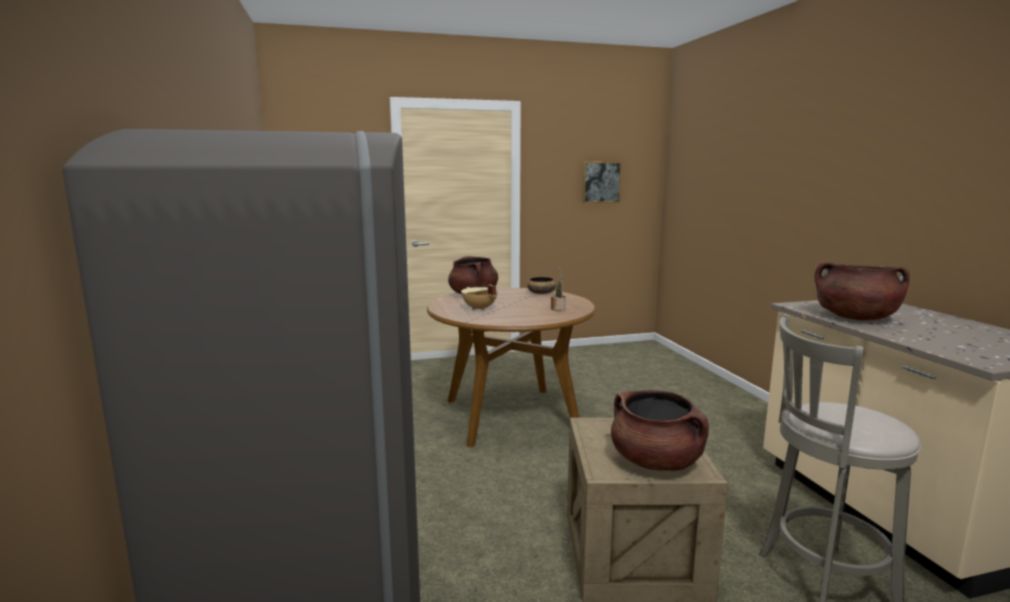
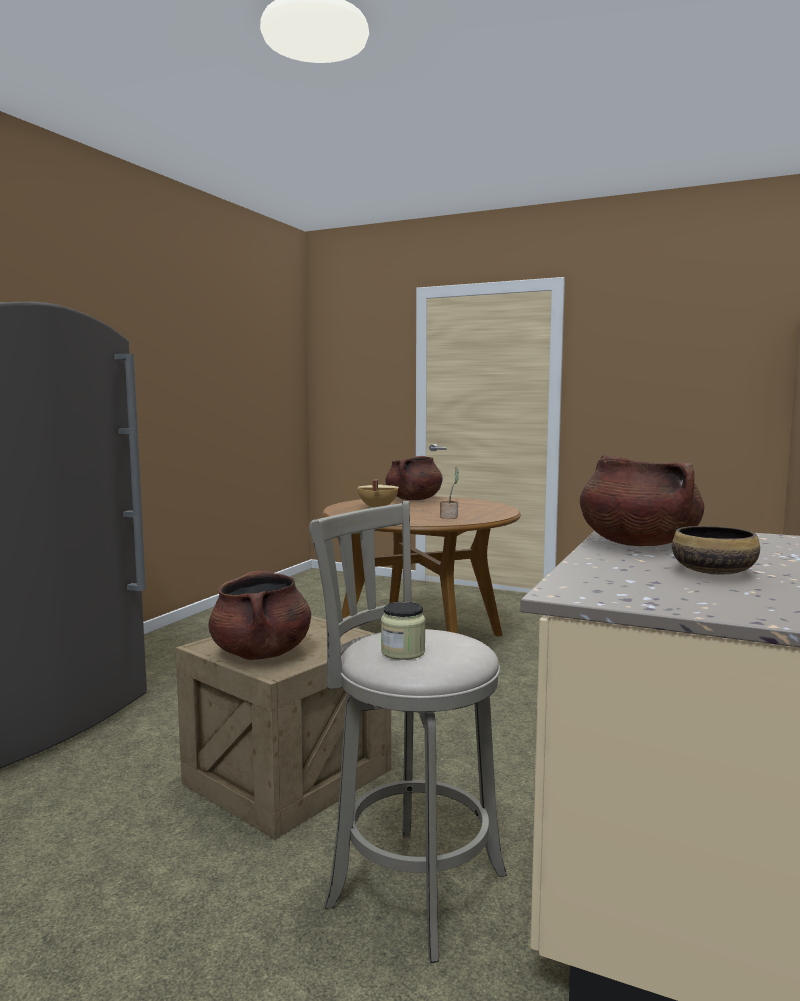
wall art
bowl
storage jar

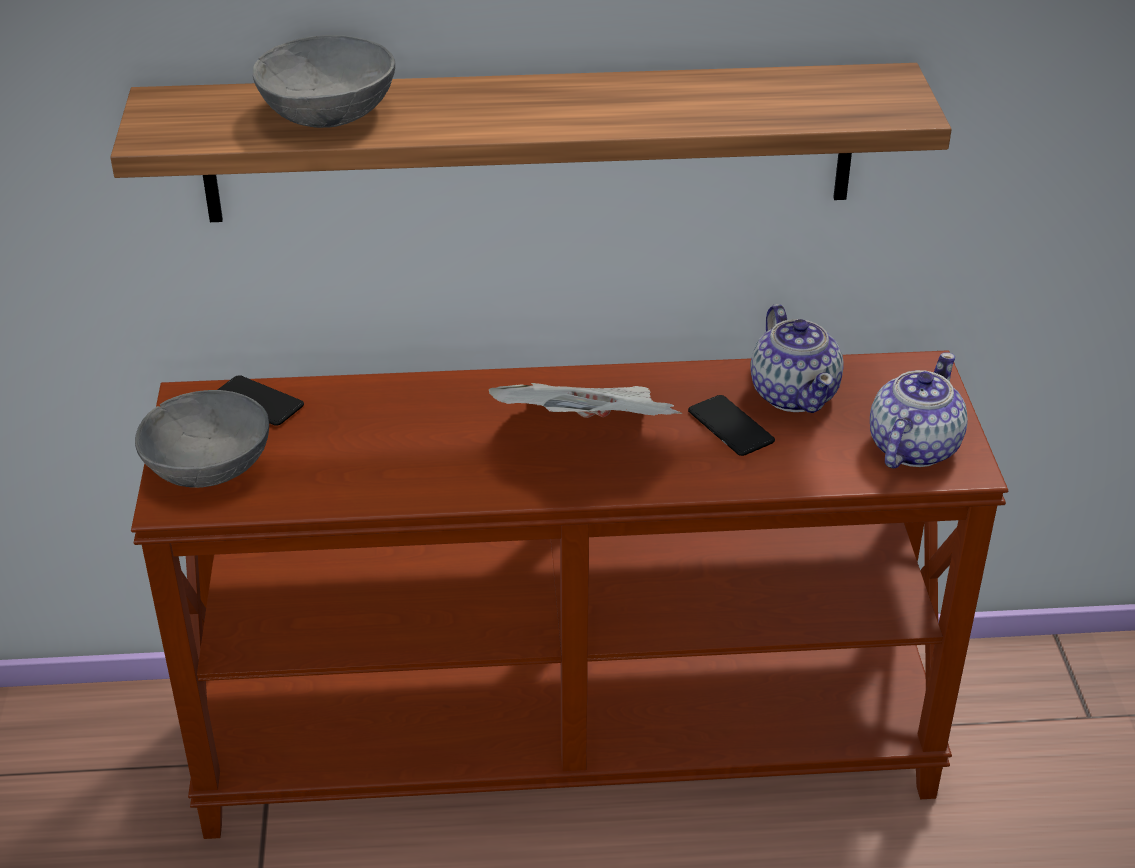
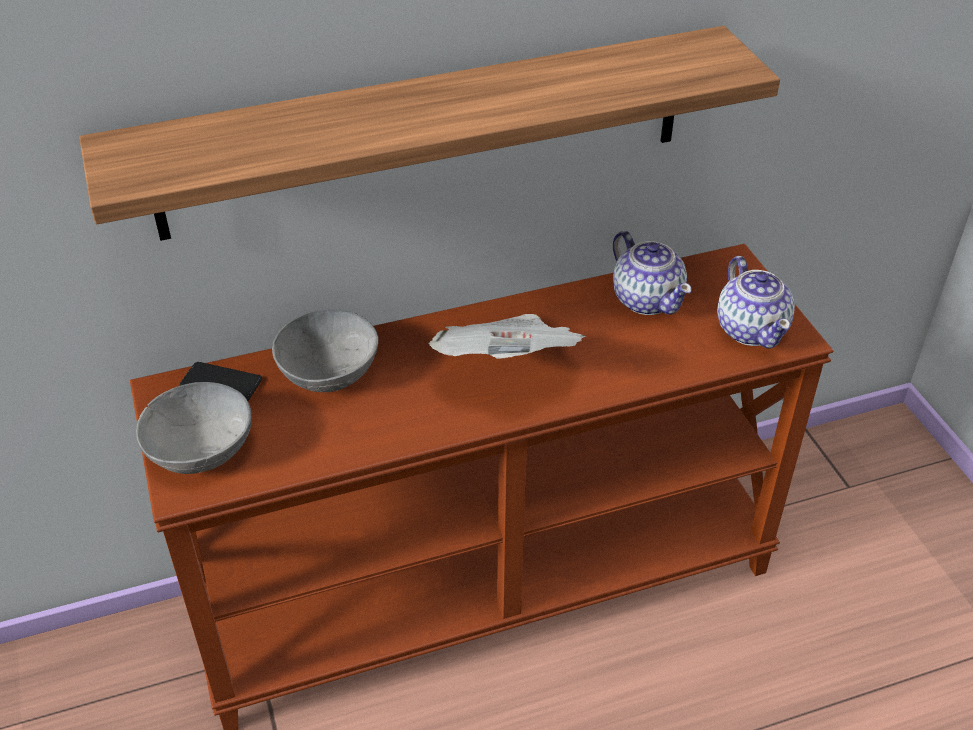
gray bowl (2nd from left)
tea pot (2nd from left)
handset (2nd from left in the first image)

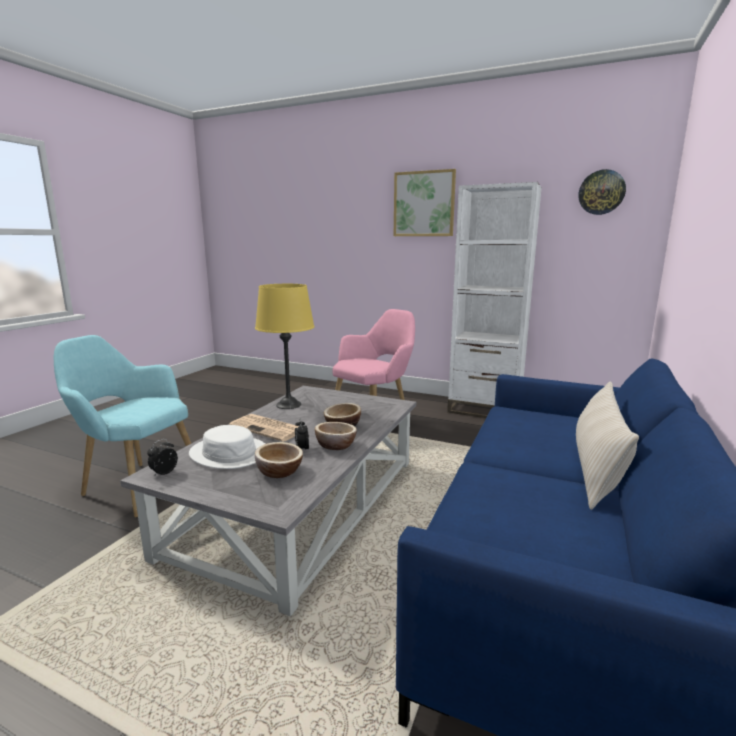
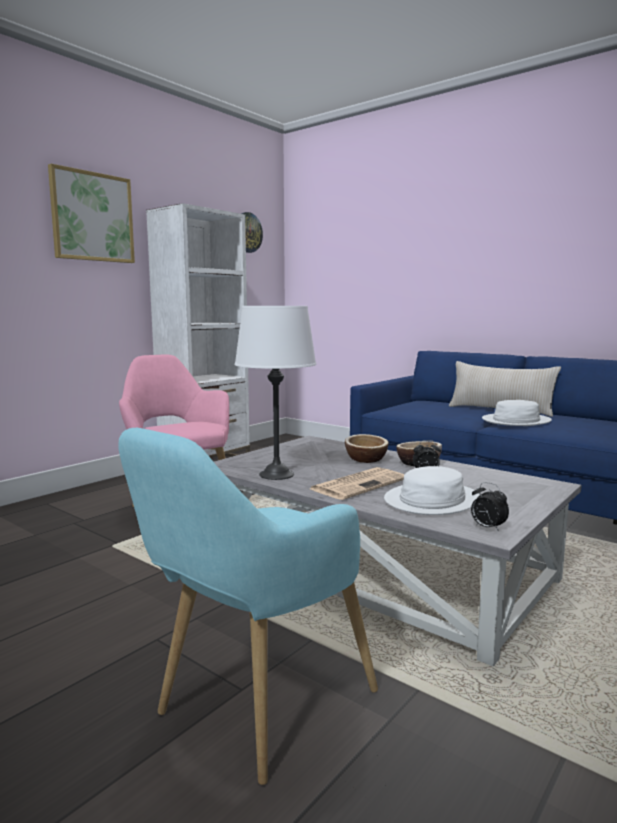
white-coloured table lamp
bowl (1st from left in the first image)
white-coloured clothing hat (2nd from left)

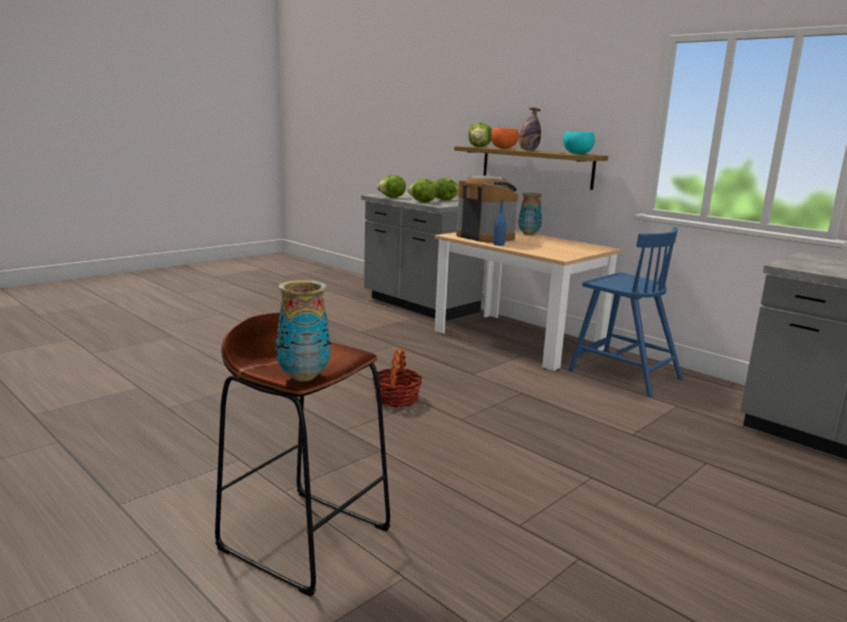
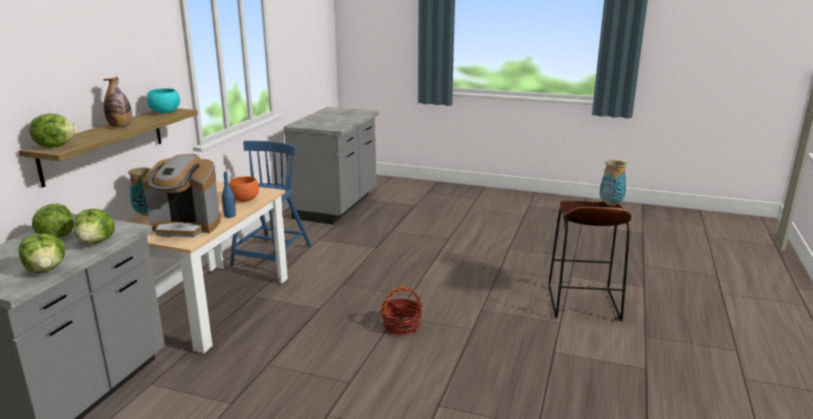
orange bowl
coffee machine

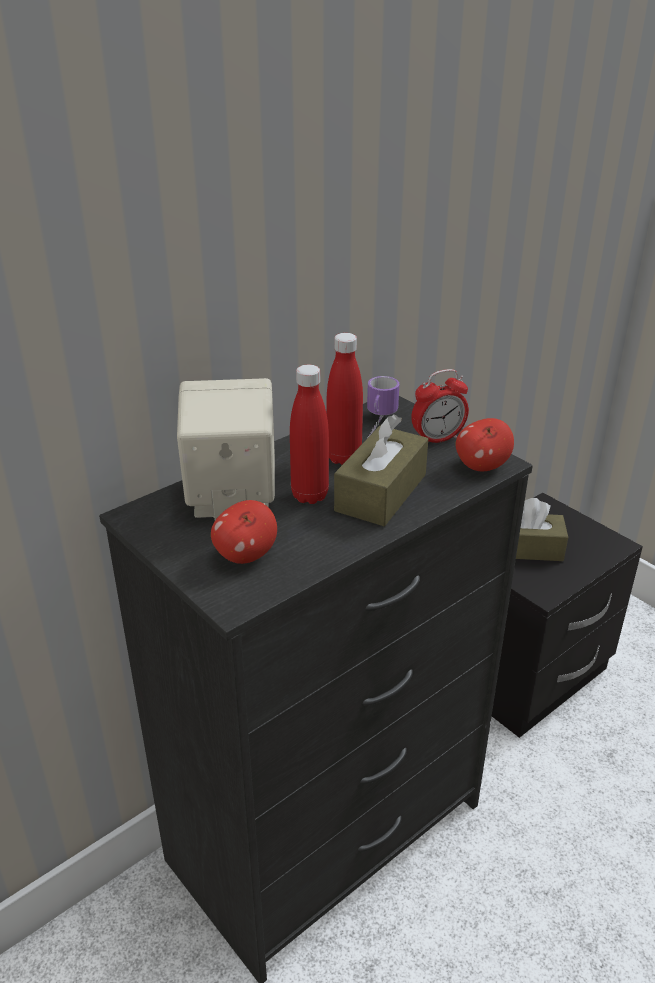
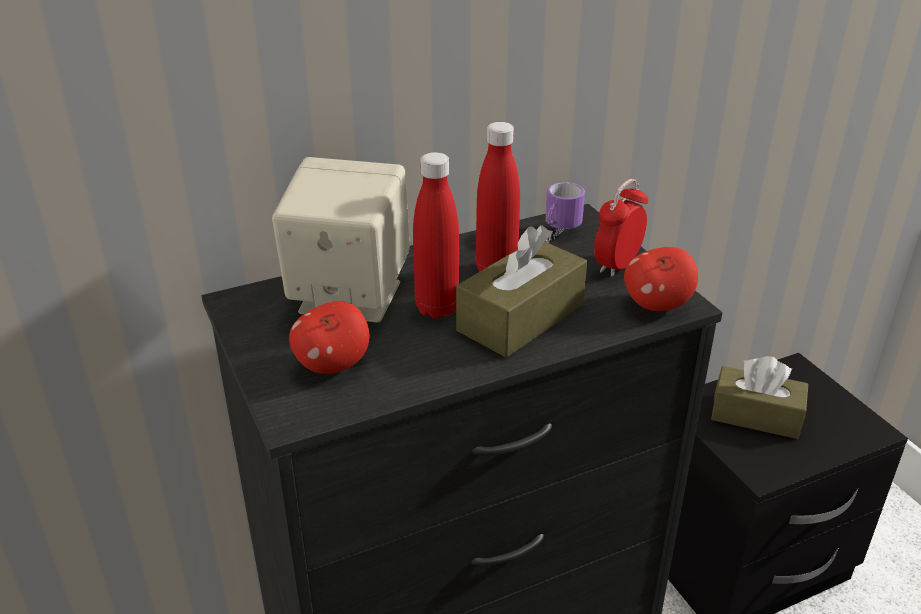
bedside clock

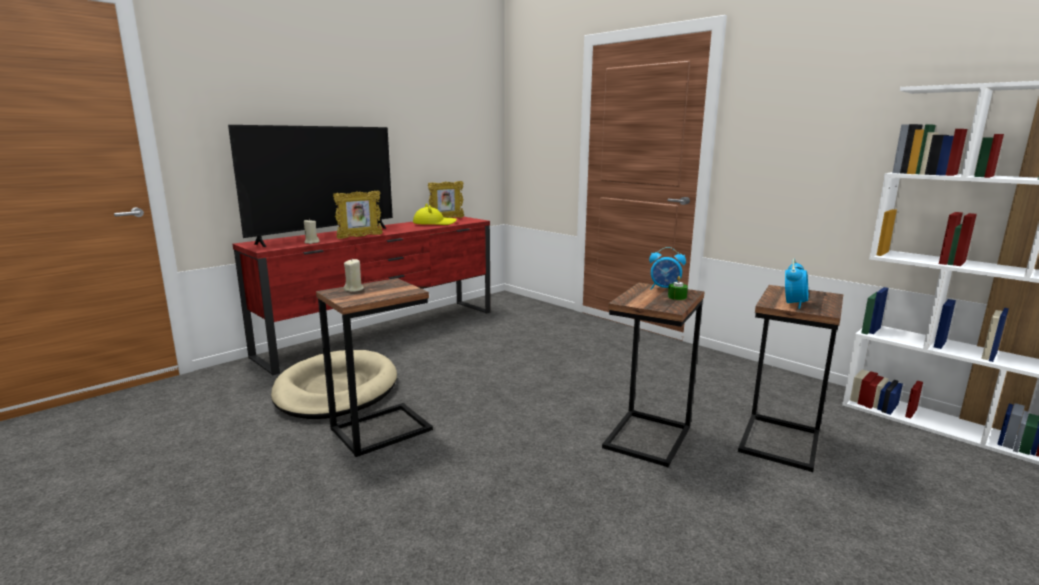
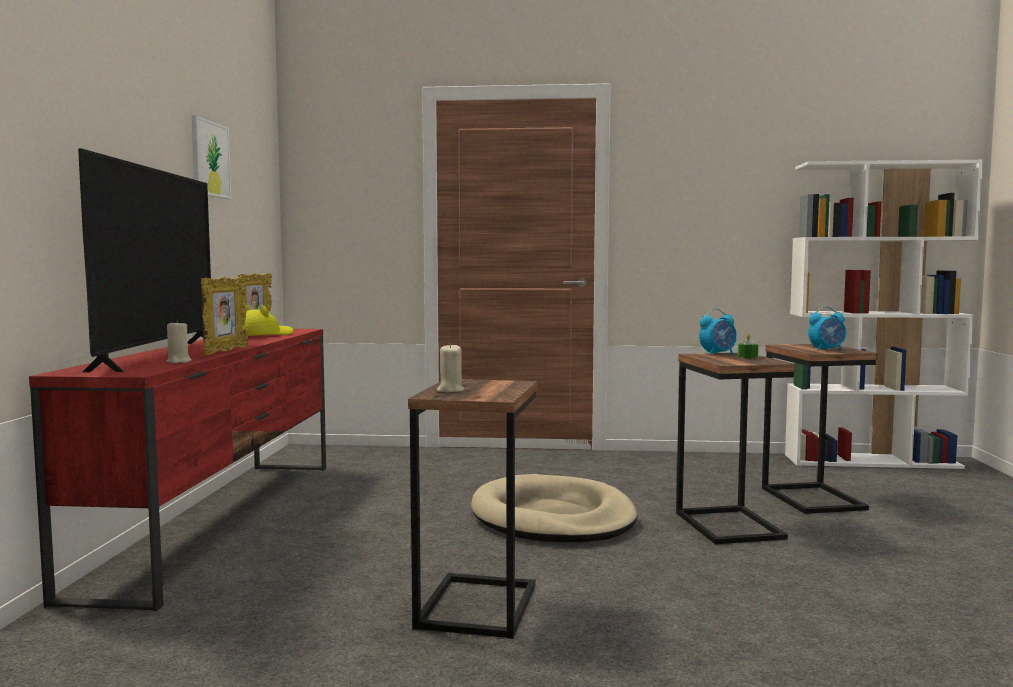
bedside clock (2nd from left)
beige pet bed
wall art

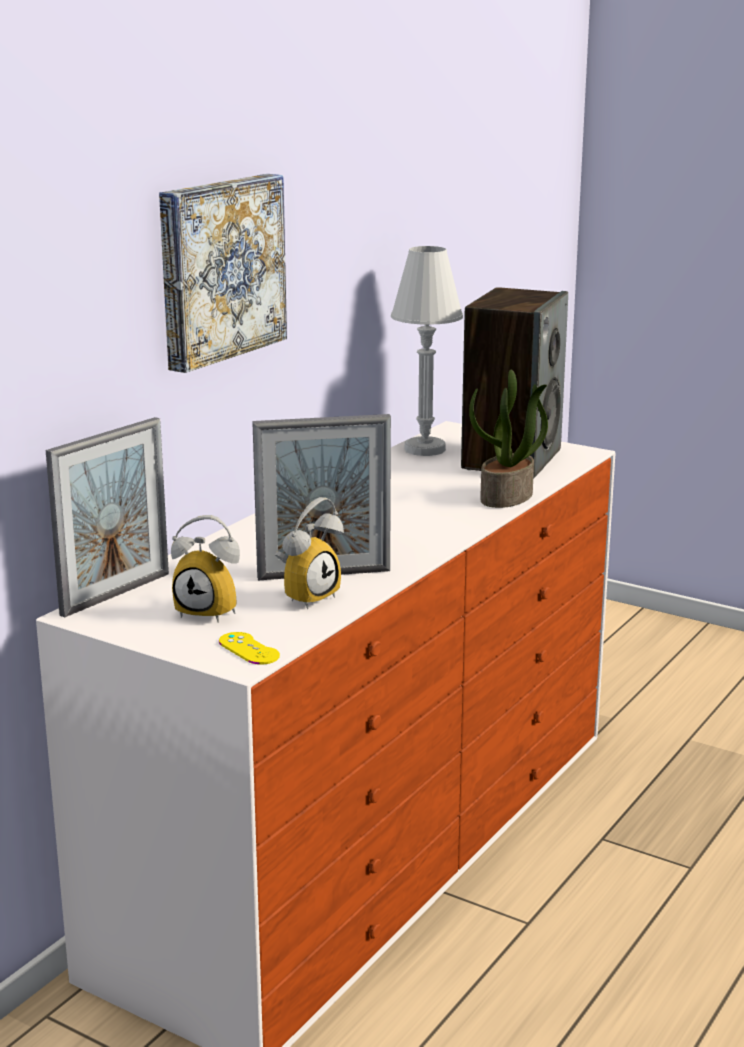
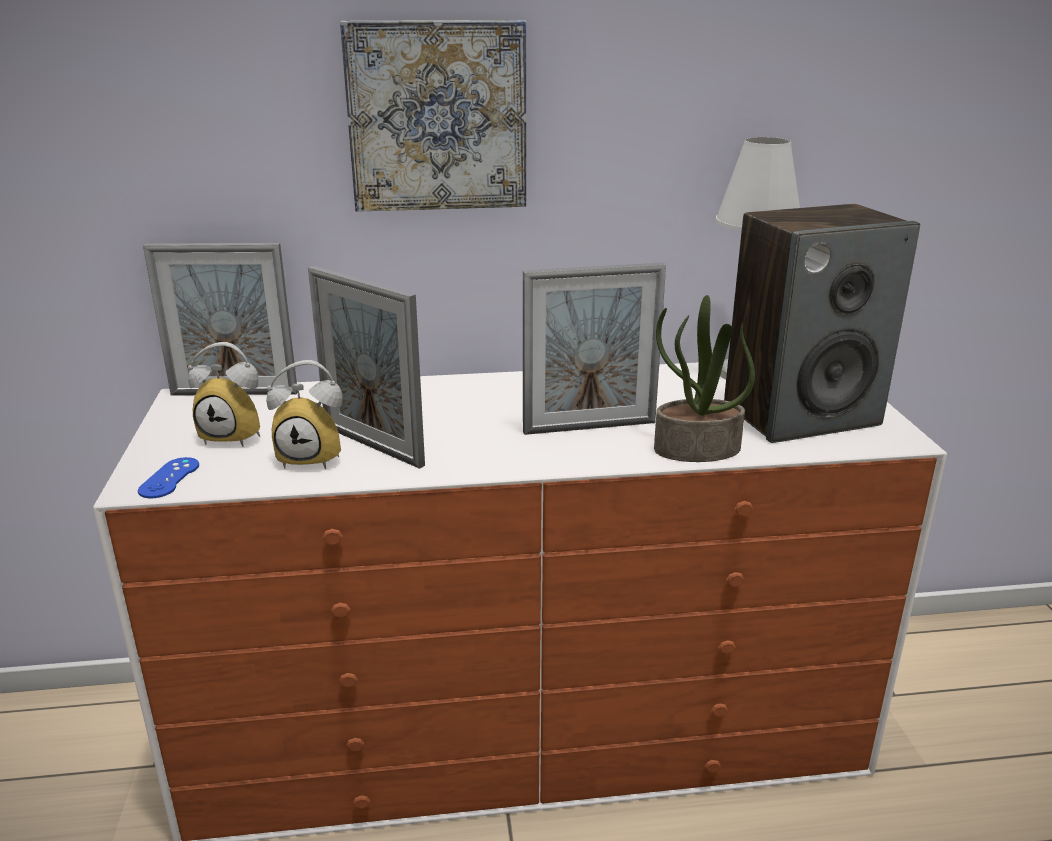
bedside clock (1st from left)
blue-coloured game controller
standing frame (3rd from left)

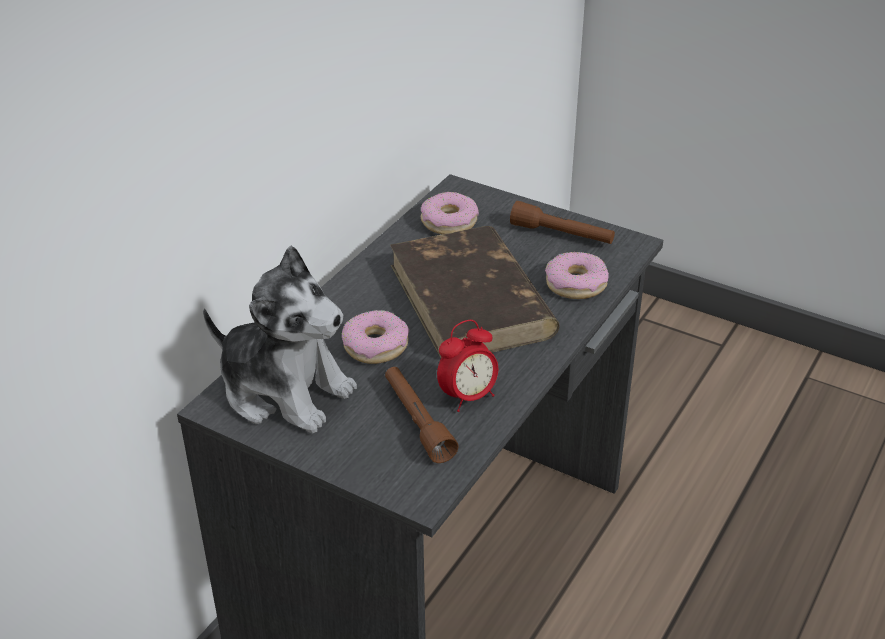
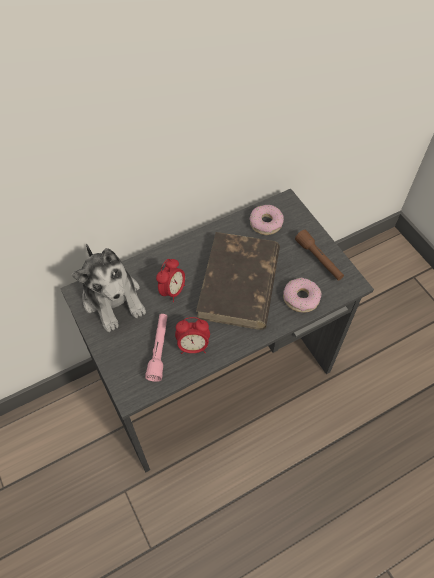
bedside clock (1st from left)
pink hand torch

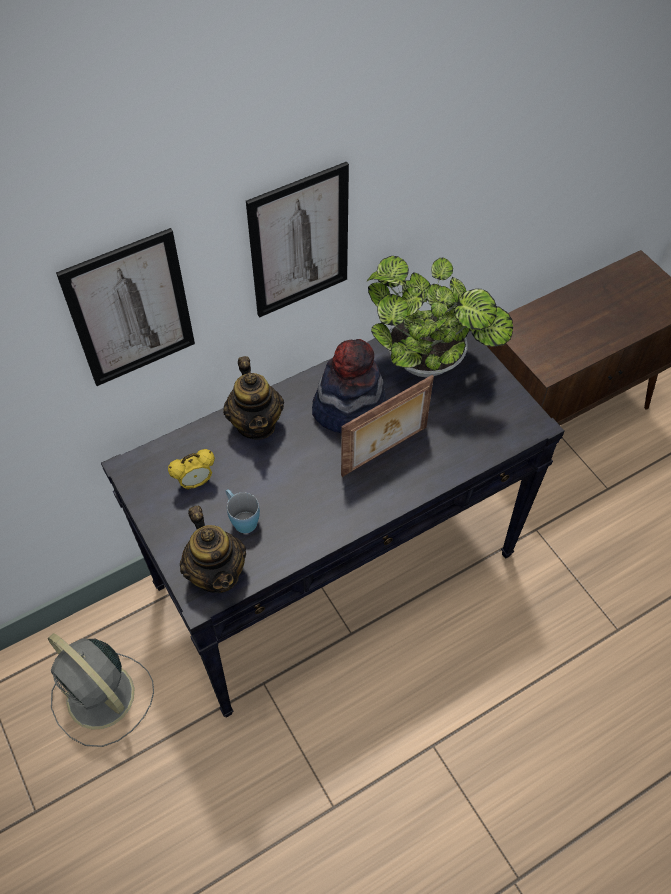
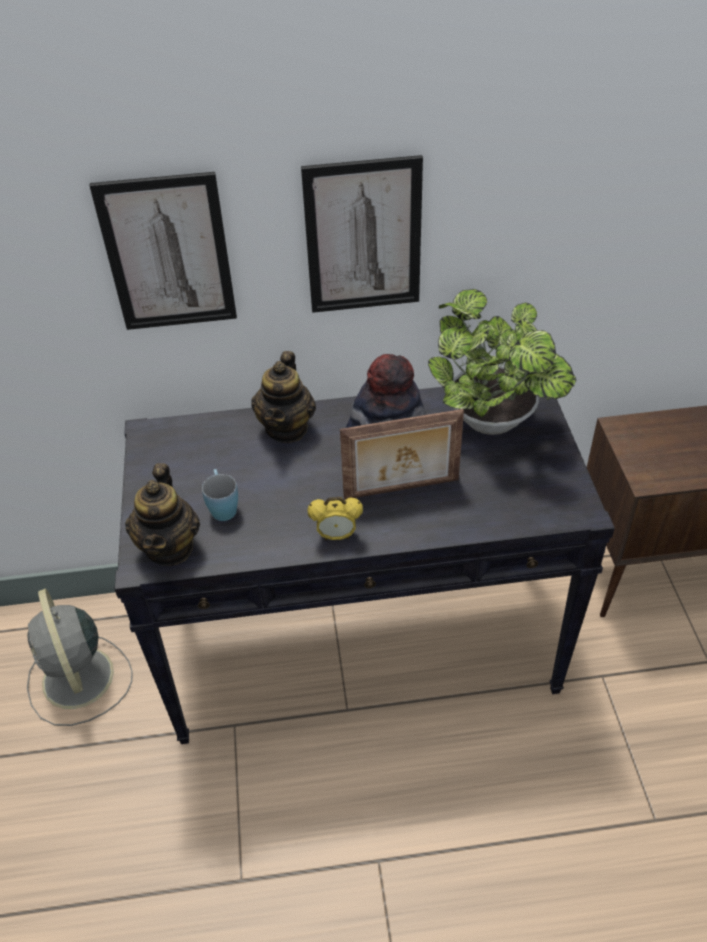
bedside clock

